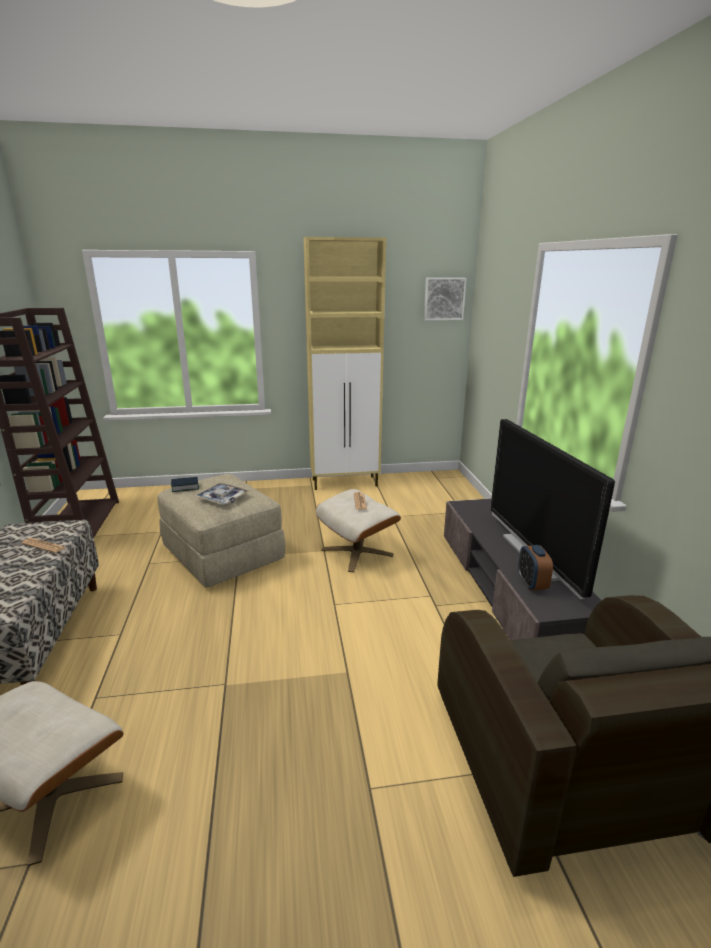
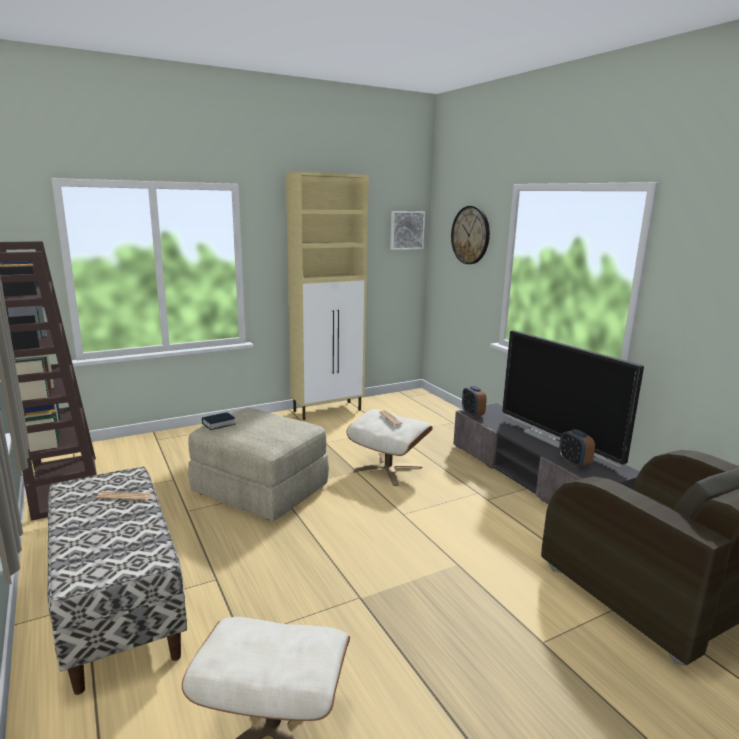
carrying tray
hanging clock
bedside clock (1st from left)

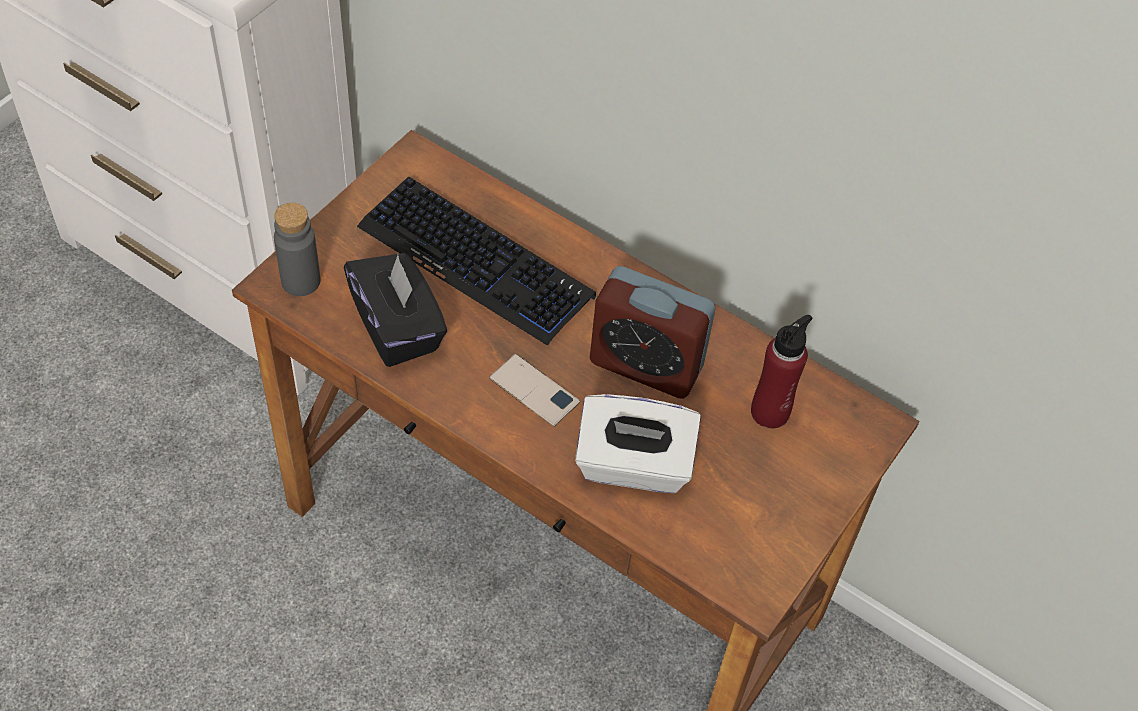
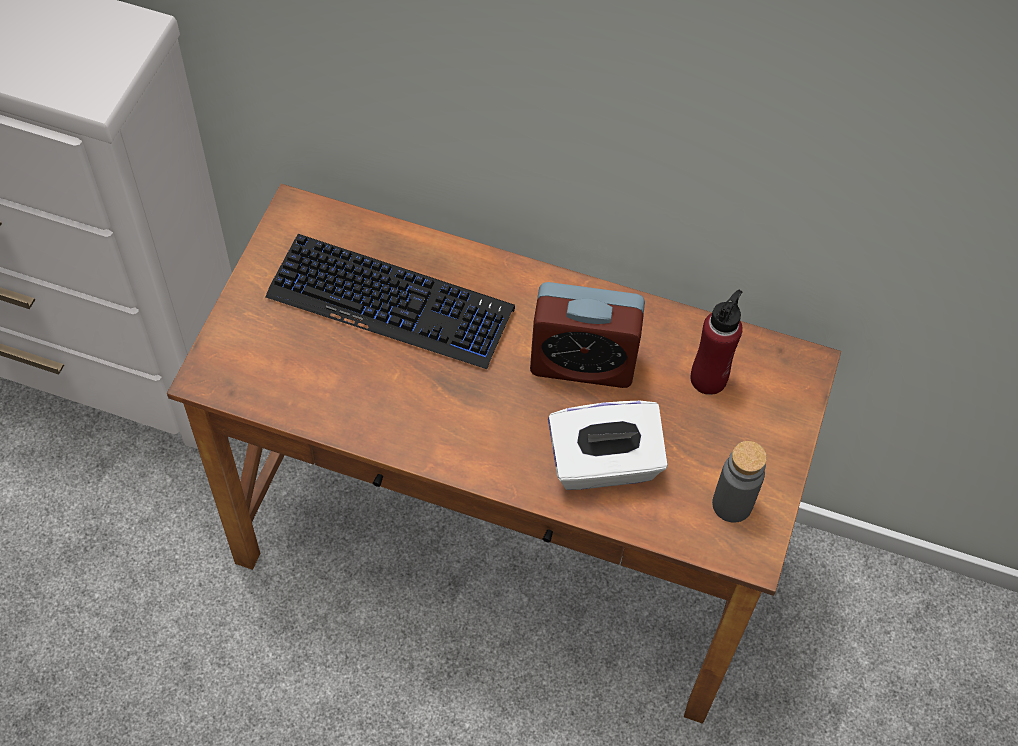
gray drink bottle
black-coloured box of tissues
handset

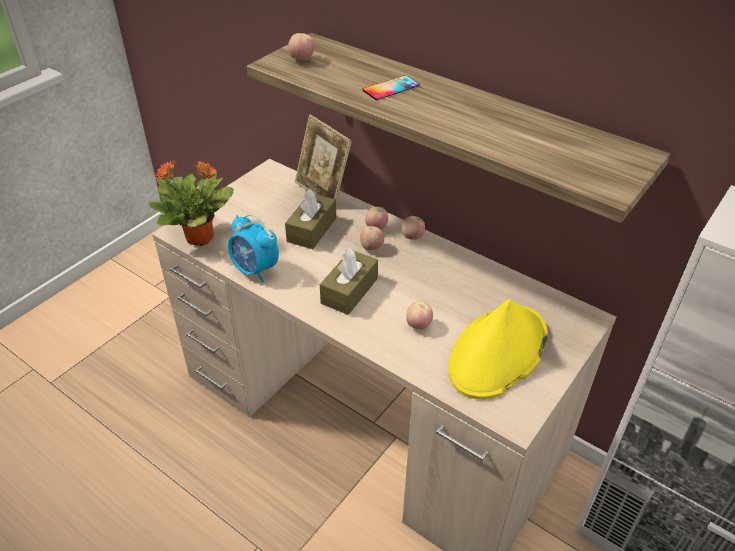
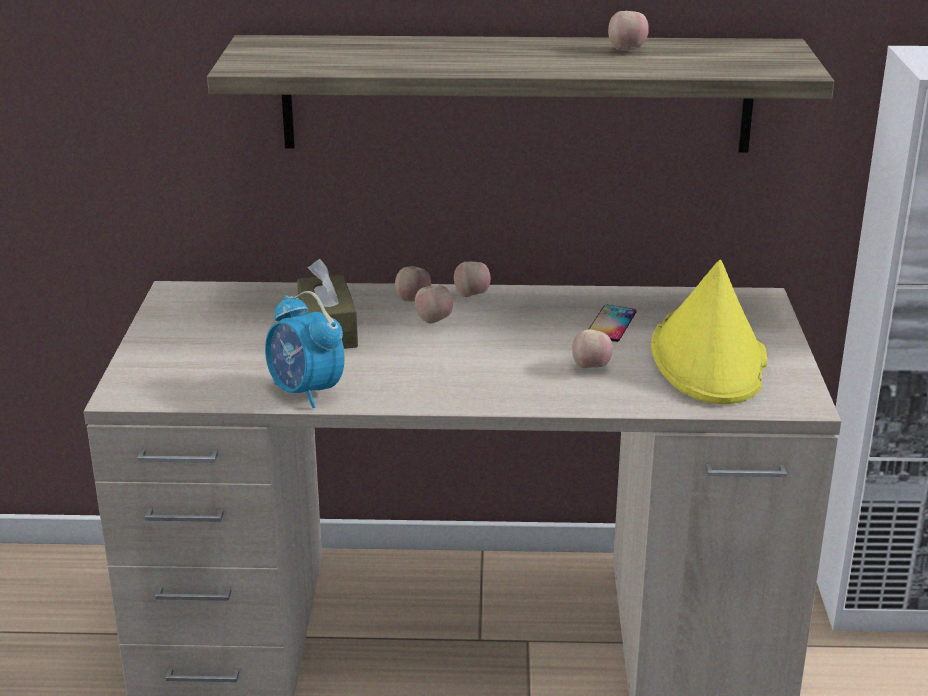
apple (5th from left)
handset
standing frame
plant in a pot
bedside clock
brownish box of tissues (2nd from left in the first image)

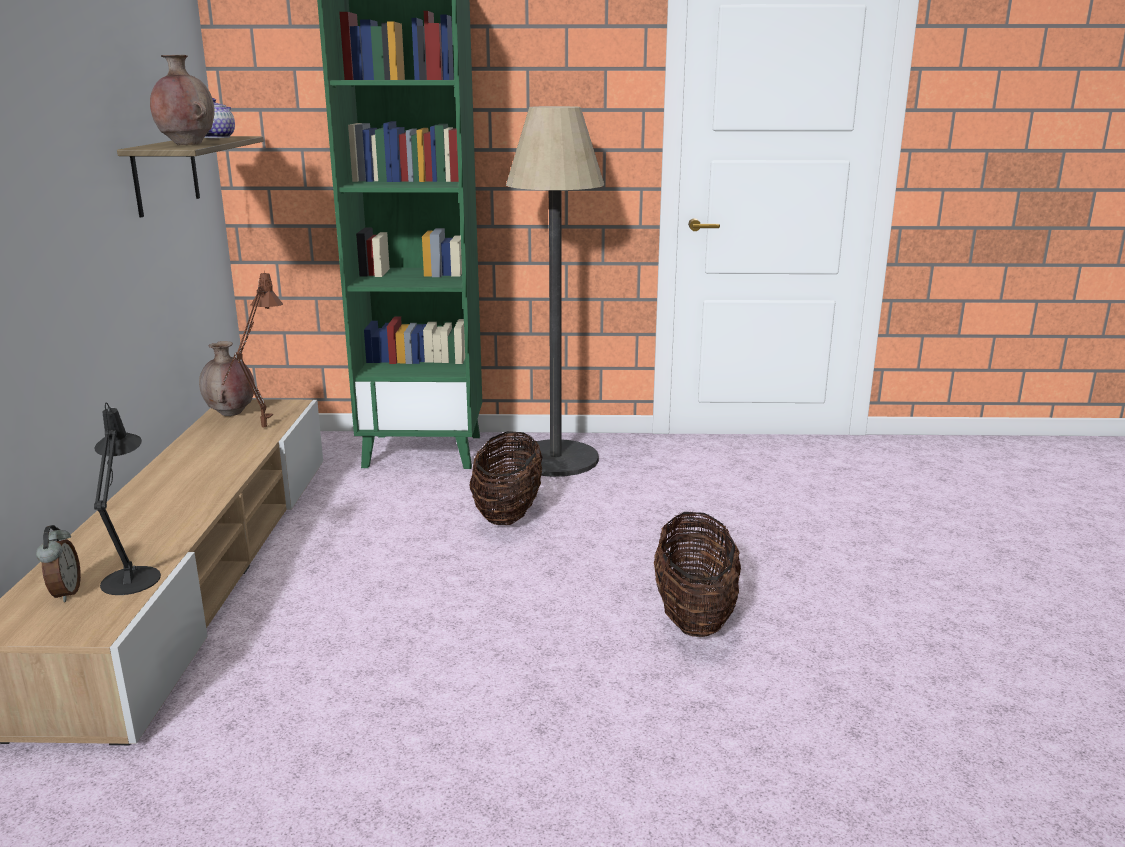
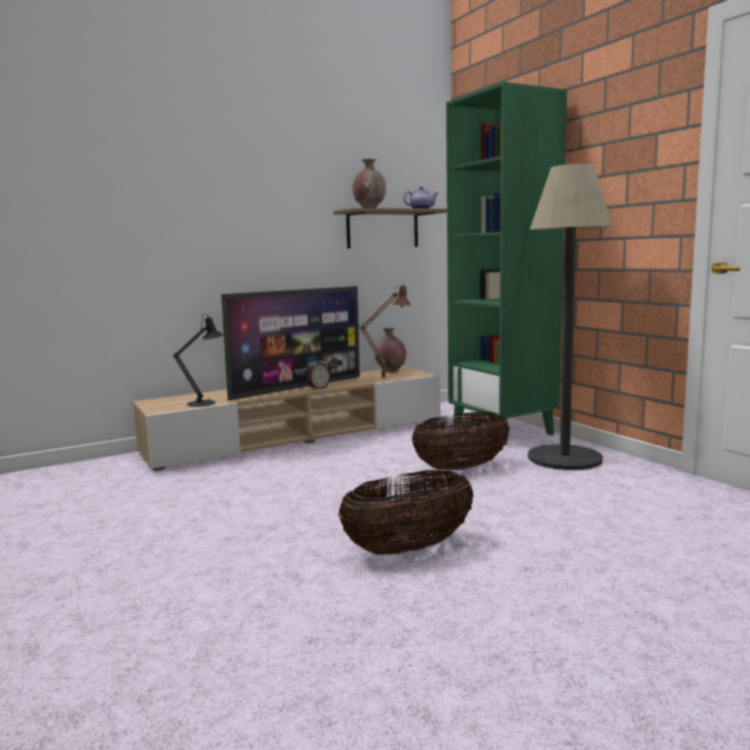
bedside clock
TV set

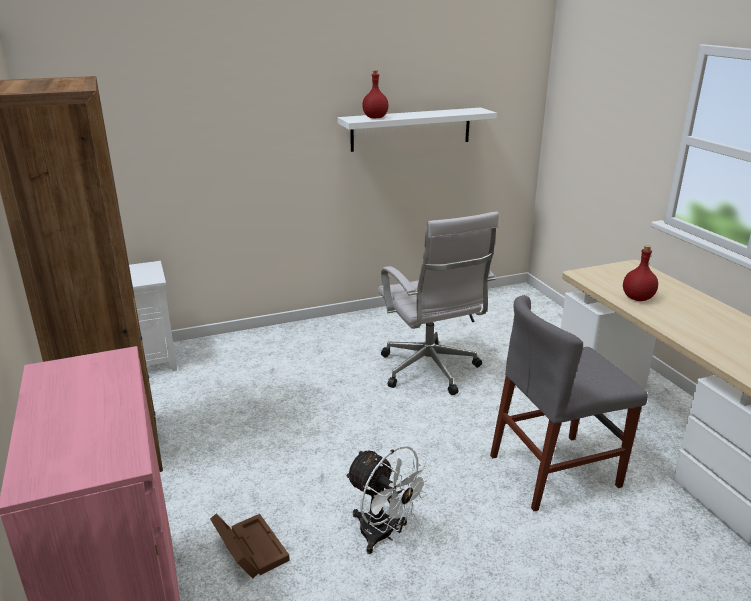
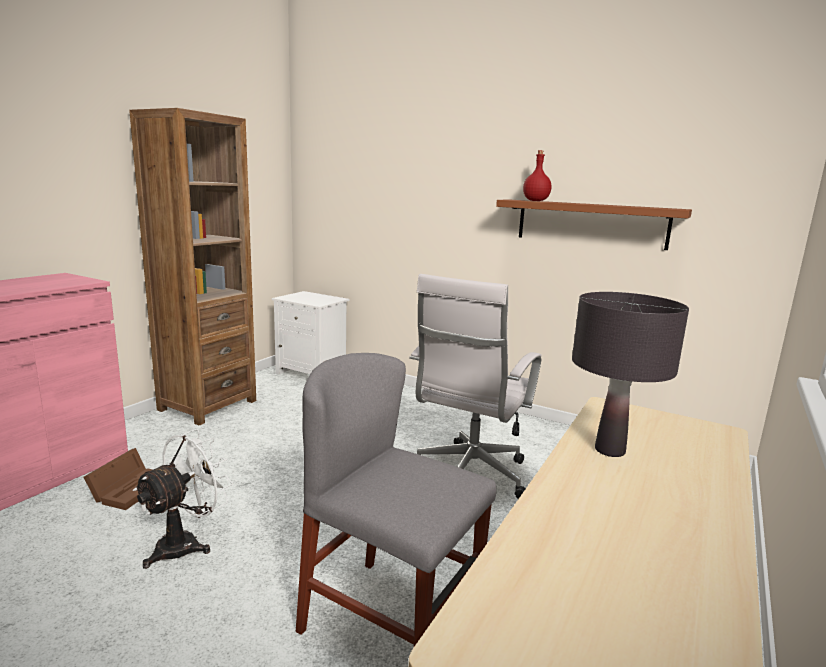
brownish wall shelf
black-coloured table lamp
white-coloured cooling fan

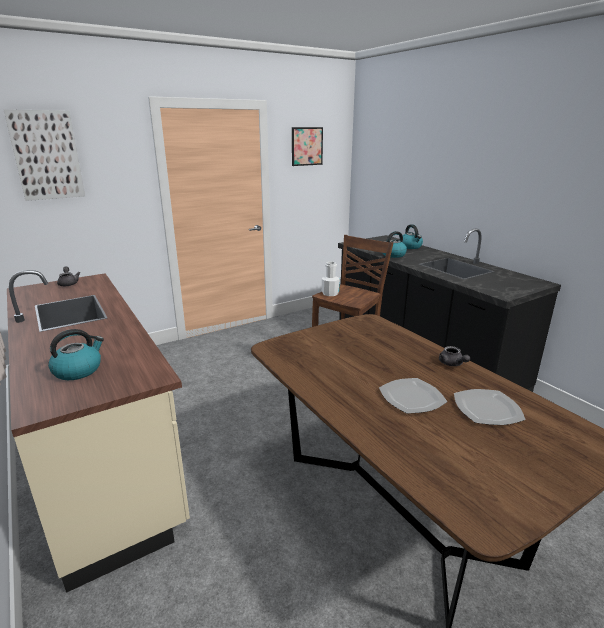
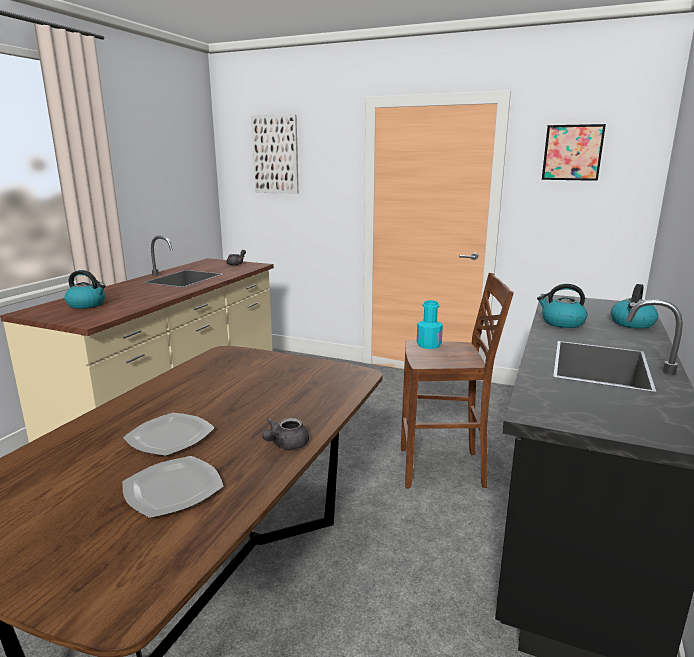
blue-green drink bottle

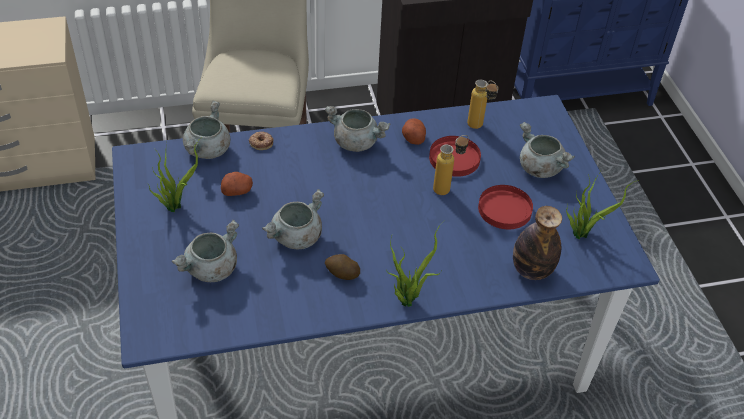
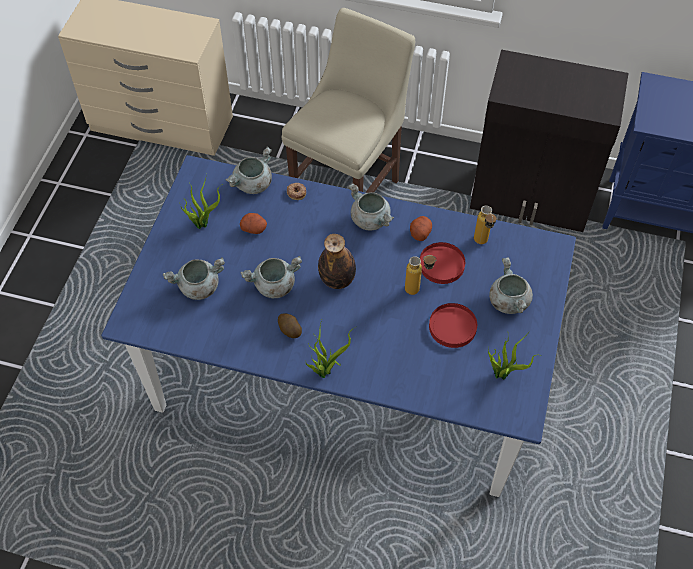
drink bottle (1st from left)

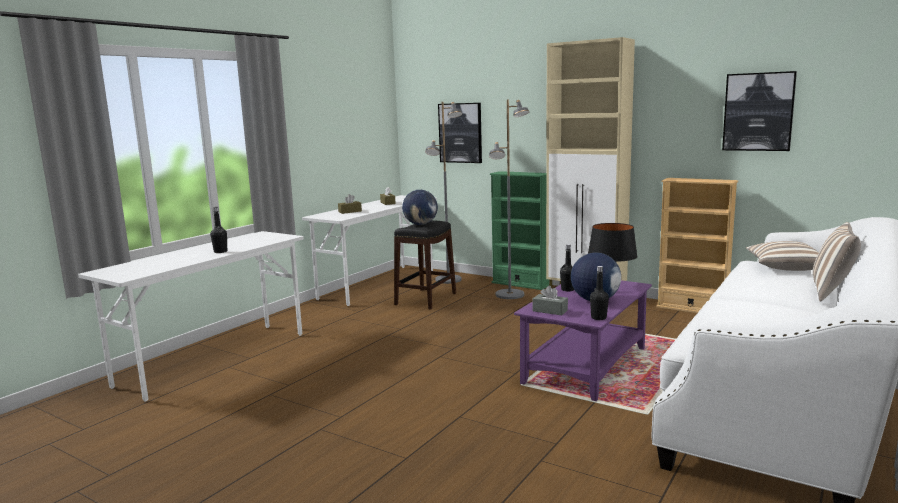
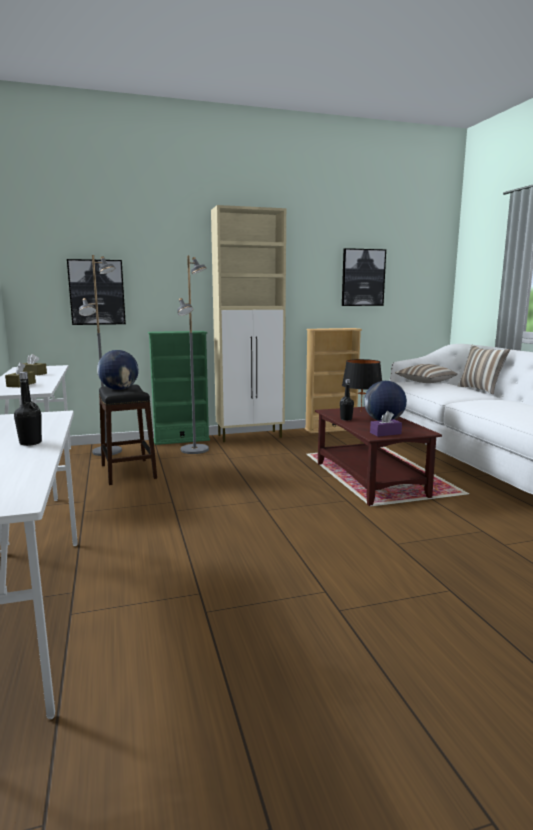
black-coloured drink bottle (3rd from left in the first image)
brownish coffee table
purple-coloured box of tissues

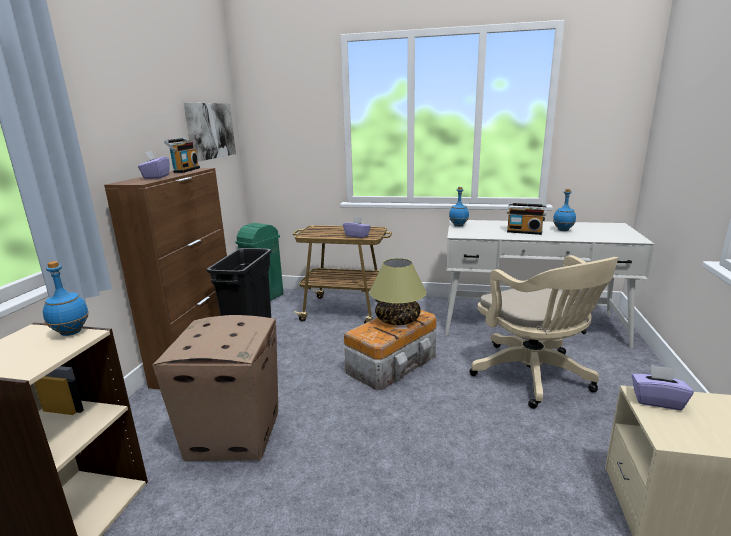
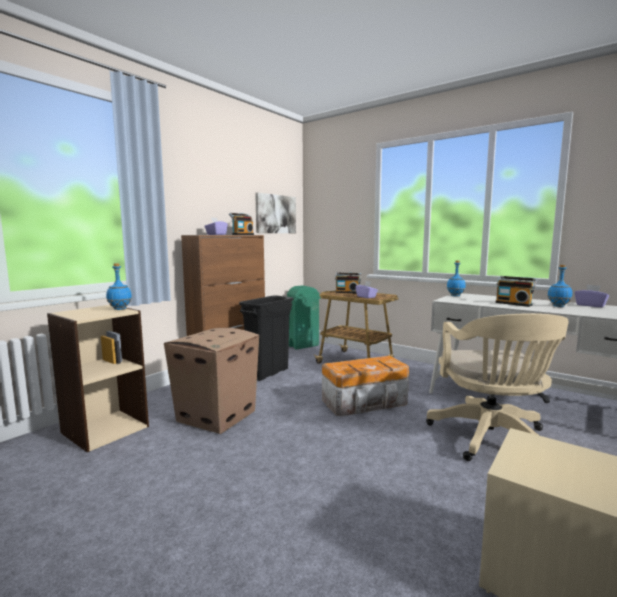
table lamp
purple-coloured box of tissues (3rd from left)
radio set (2nd from left)

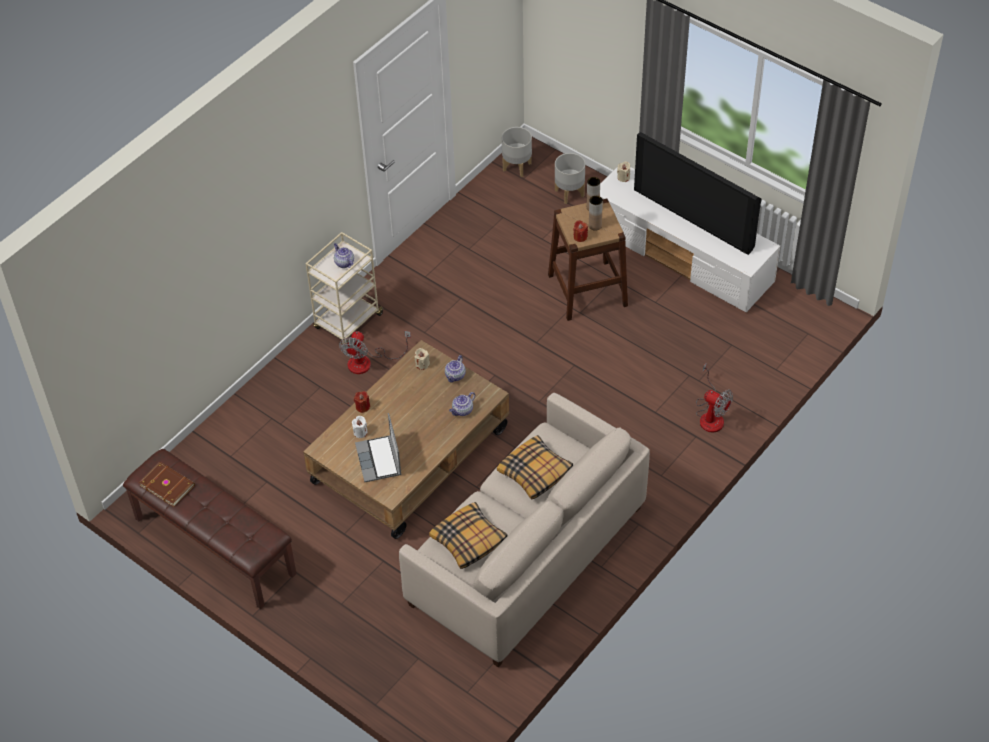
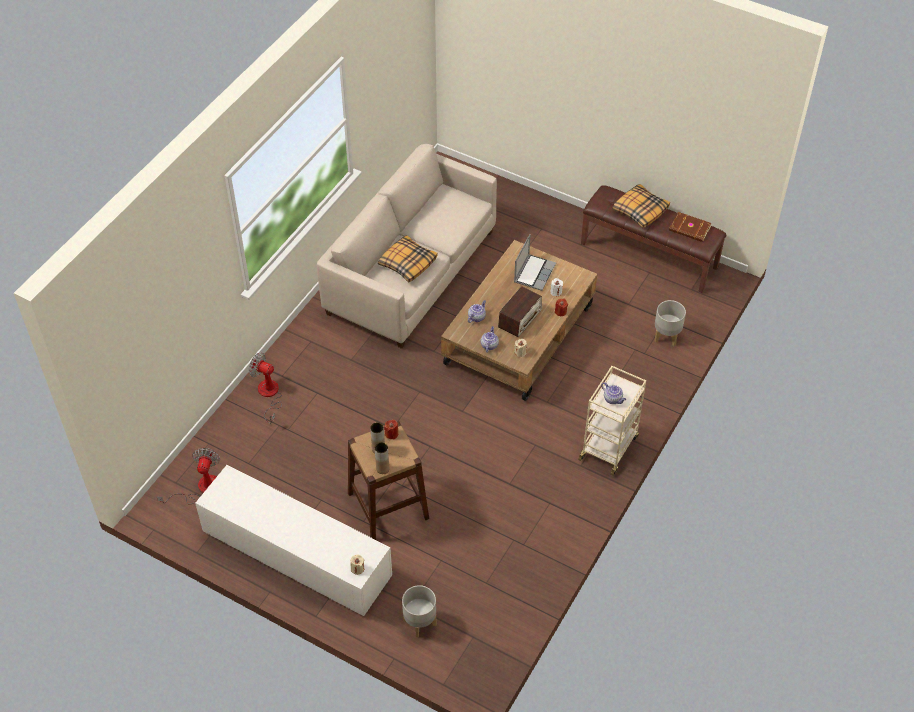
gray plant pot (2nd from left)
TV set
cooling fan (1st from left)
laptop
cushion (2nd from left)
radio set

